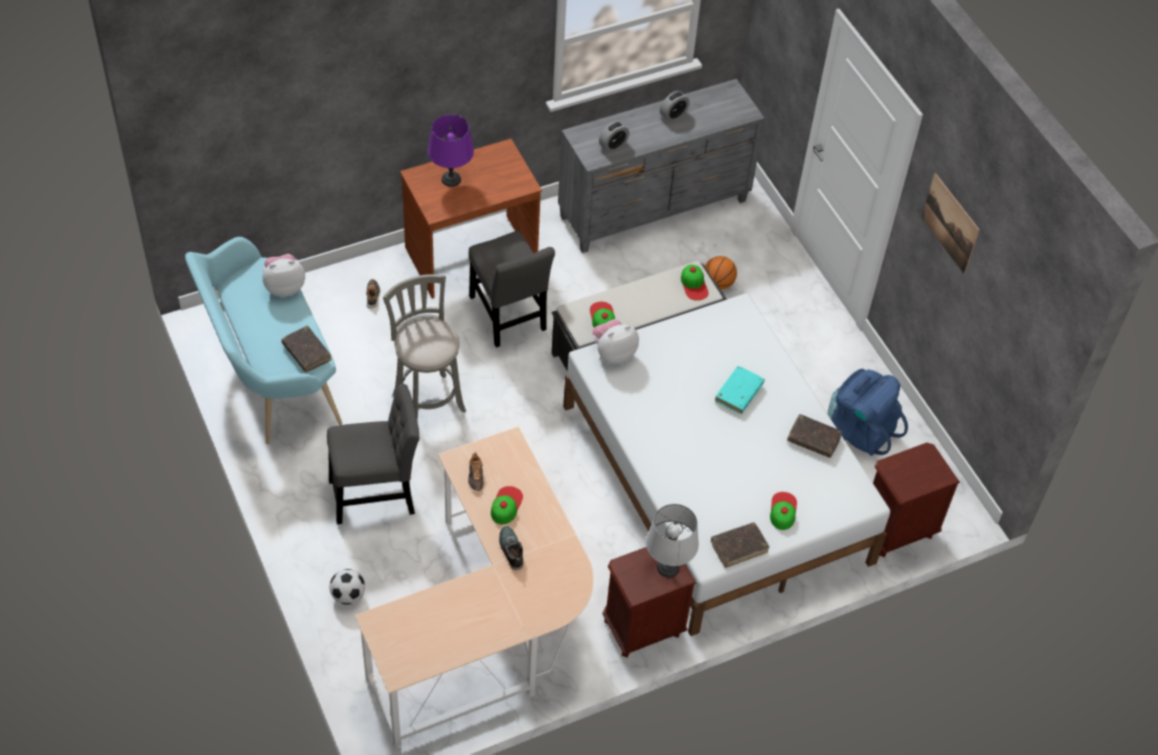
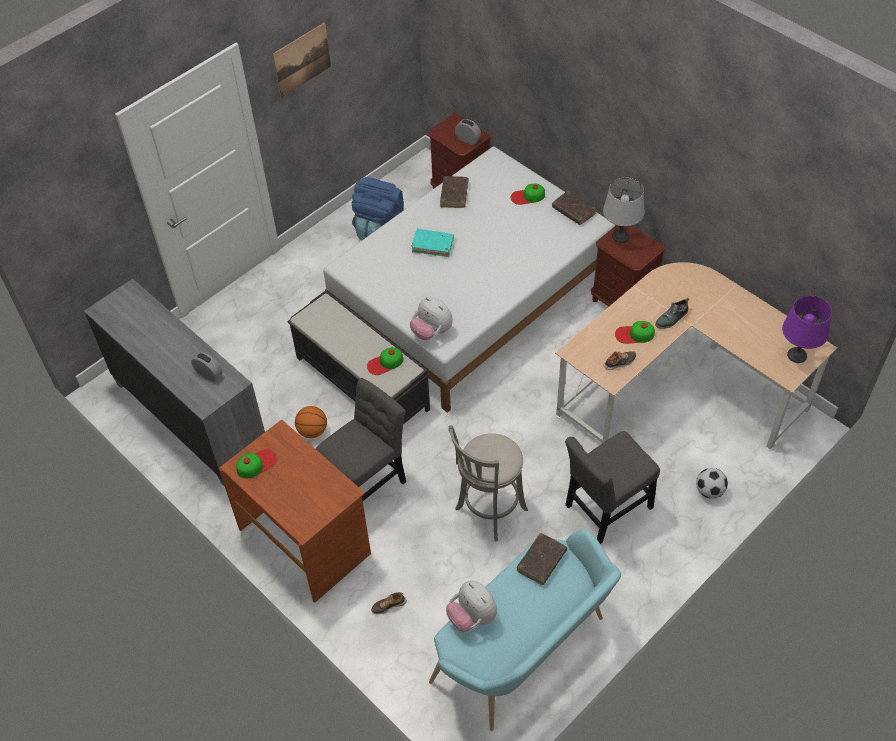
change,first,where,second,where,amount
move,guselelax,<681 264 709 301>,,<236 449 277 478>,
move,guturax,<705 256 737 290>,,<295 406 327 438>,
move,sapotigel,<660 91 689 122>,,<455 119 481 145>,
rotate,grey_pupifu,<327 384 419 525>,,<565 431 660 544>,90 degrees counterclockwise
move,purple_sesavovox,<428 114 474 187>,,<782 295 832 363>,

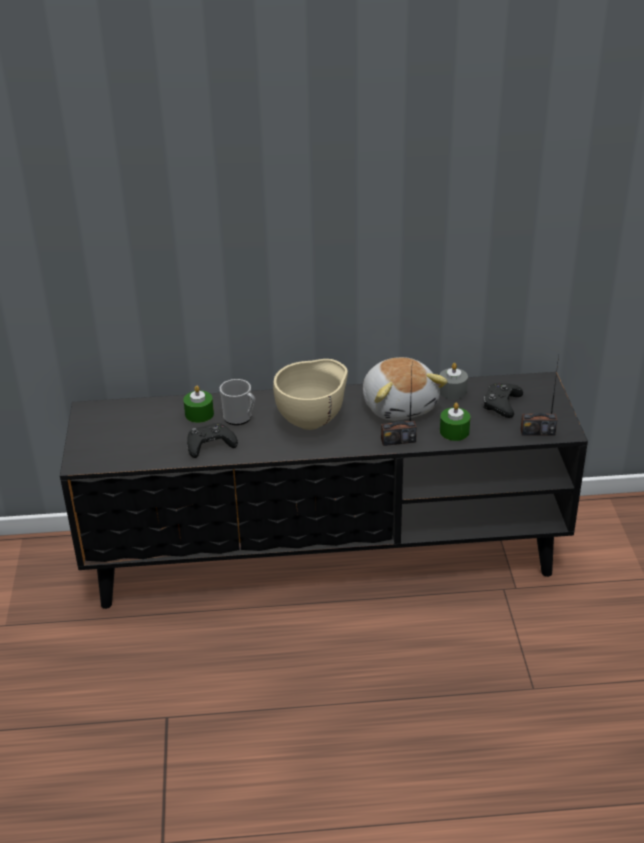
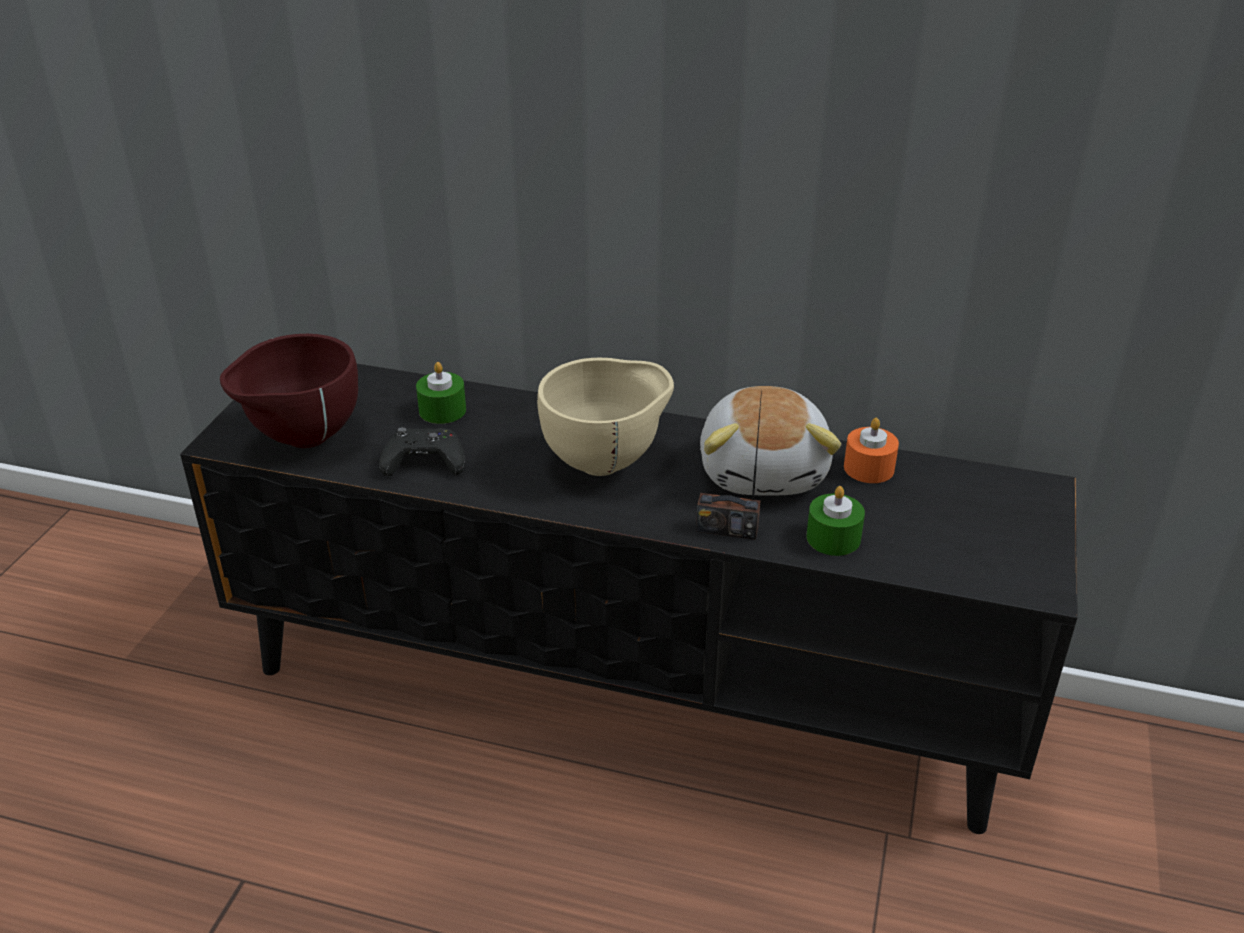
change,first,where,second,where,amount
insert,,,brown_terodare,<220 334 358 448>,
recolor,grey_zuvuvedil,<440 363 468 399>,orange_zuvuvedil,<844 418 899 483>,
delete,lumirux,<220 379 255 425>,,,
delete,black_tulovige,<483 383 523 418>,,,
delete,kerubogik,<521 356 559 436>,,,

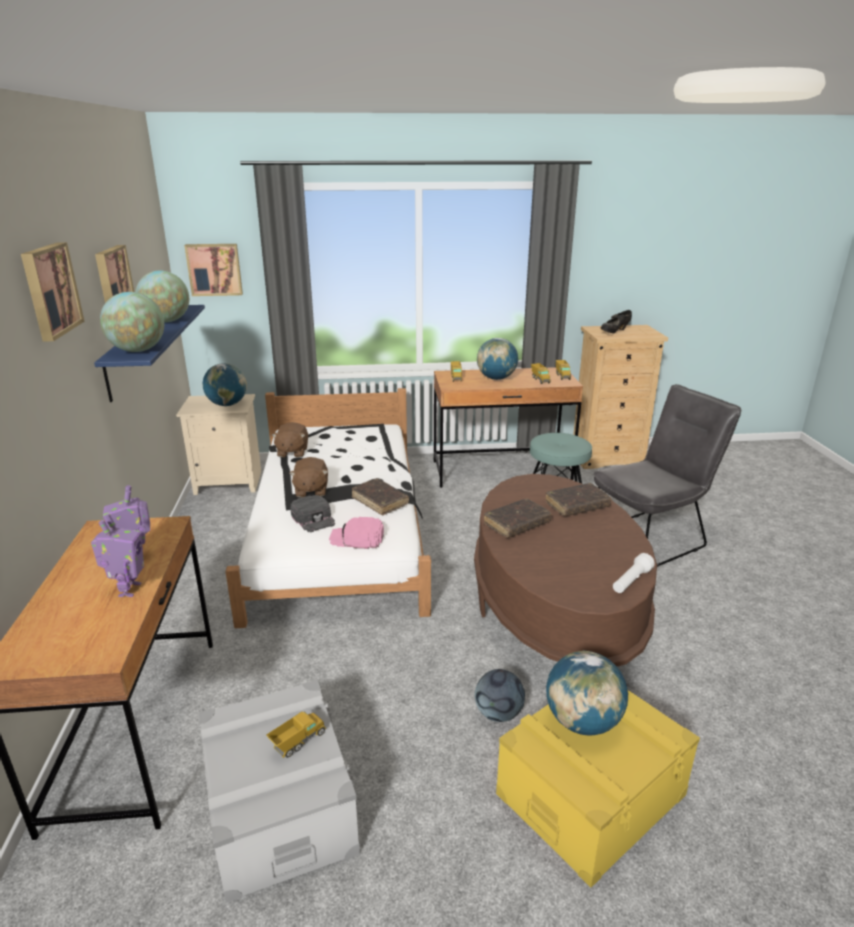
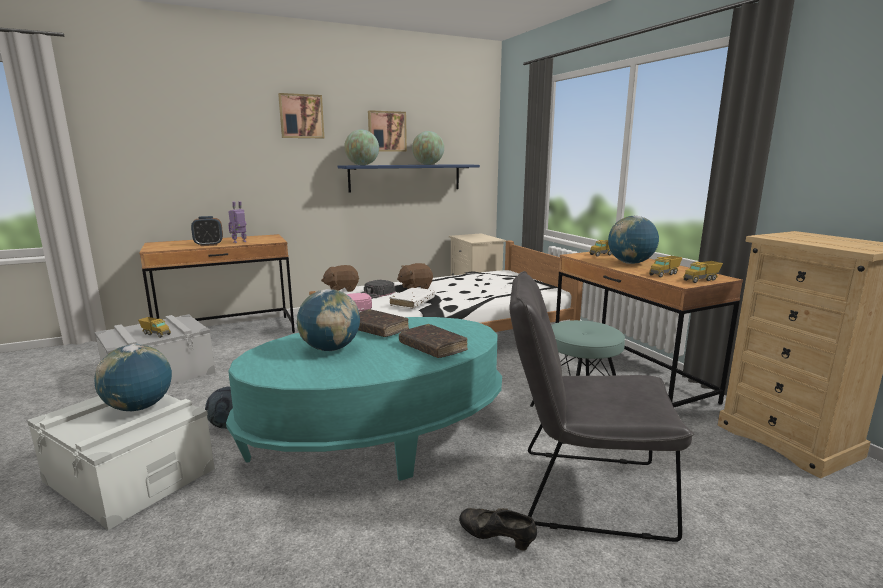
change,first,where,second,where,amount
recolor,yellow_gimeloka,<496 690 700 888>,white_gimeloka,<27 394 215 530>,
replace,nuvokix,<91 514 144 597>,sapotigel,<191 216 223 246>,
recolor,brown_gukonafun,<474 474 657 666>,turquoise_gukonafun,<226 317 502 481>,
move,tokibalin,<203 363 247 406>,,<296 289 360 351>,
move,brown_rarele,<272 422 308 458>,,<321 265 359 292>,
recolor,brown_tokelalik,<352 478 409 515>,white_tokelalik,<390 288 435 309>,
move,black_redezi,<601 310 632 333>,,<459 508 537 551>,
rotate,grey_pupifu,<594 384 742 567>,,<509 271 694 542>,150 degrees clockwise
delete,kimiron,<184 244 243 296>,,,
delete,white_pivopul,<613 553 655 593>,,,

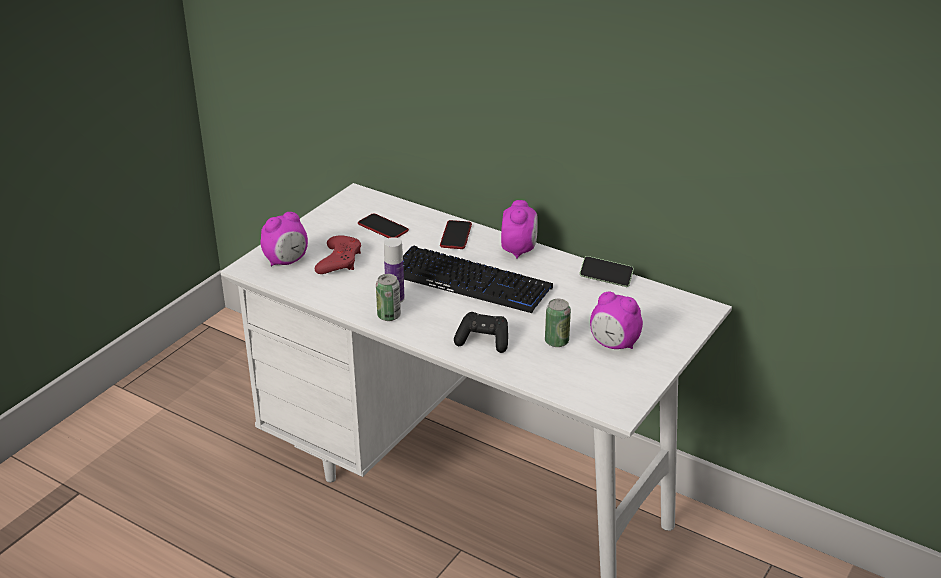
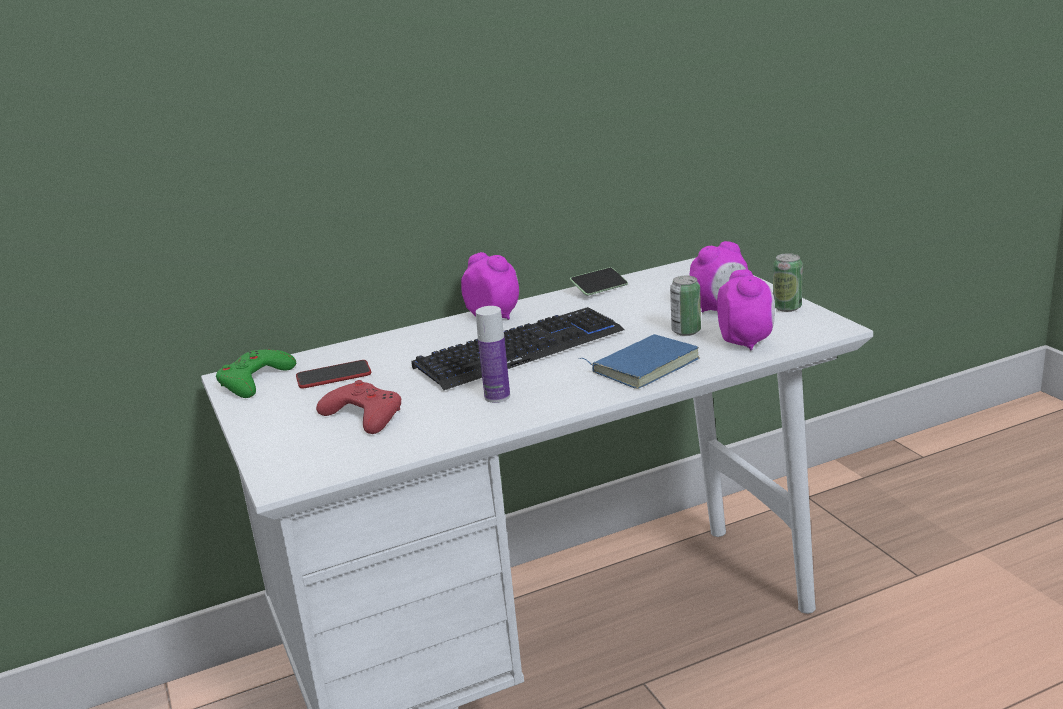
change,first,where,second,where,amount
insert,,,green_tulovige,<216 350 296 398>,
replace,black_tulovige,<454 312 508 353>,blue_tokelalik,<579 334 700 389>,
move,sapotigel,<260 212 308 266>,,<717 269 775 350>,
move,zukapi,<376 274 401 321>,,<773 253 803 312>,
delete,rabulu,<440 220 472 249>,,,

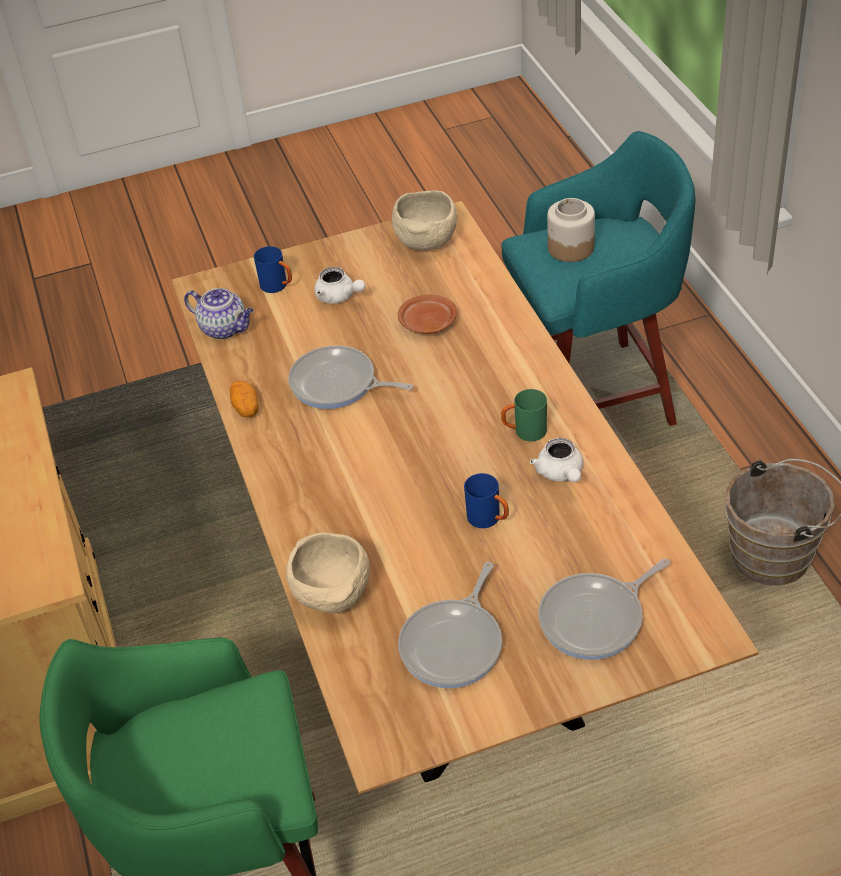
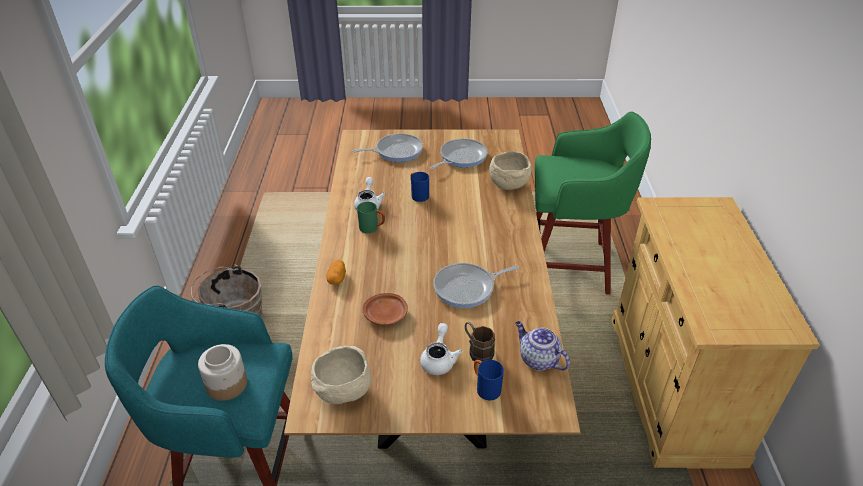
change,first,where,second,where,amount
move,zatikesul,<230 381 259 418>,,<326 260 346 285>,
rotate,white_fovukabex,<314 267 366 304>,,<420 323 462 375>,45 degrees clockwise
rotate,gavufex,<288 346 413 409>,,<433 263 519 308>,120 degrees clockwise
insert,,,brown_lumirux,<465 322 495 362>,

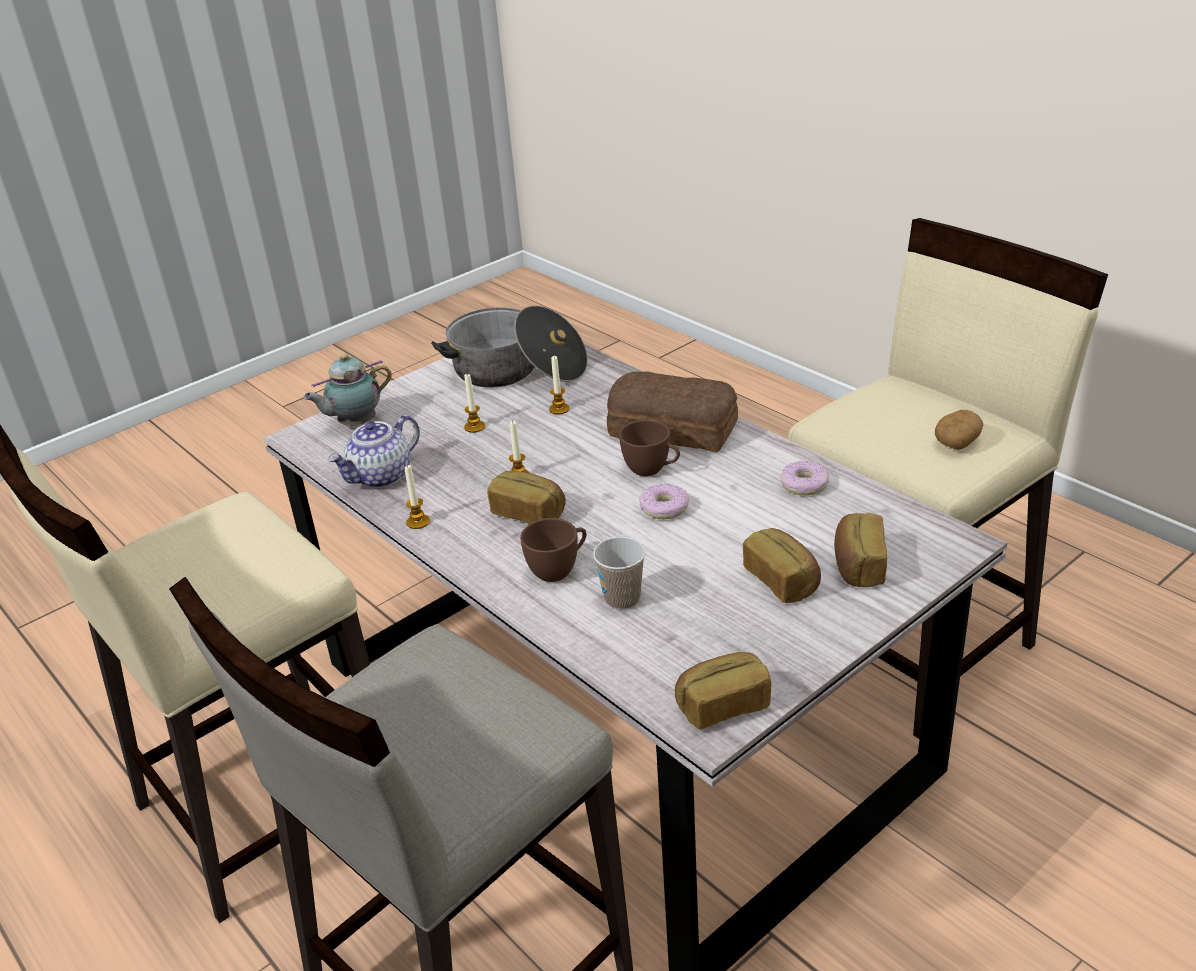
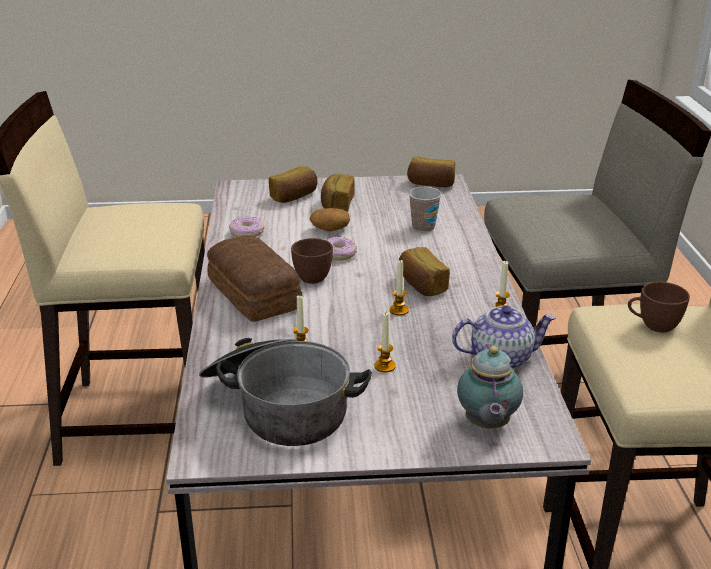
change,first,where,second,where,amount
move,zatikesul,<935 410 983 450>,,<310 208 350 231>,
rotate,fovukabex,<303 353 392 426>,,<457 344 523 429>,90 degrees clockwise
move,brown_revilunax,<520 518 586 582>,,<628 282 690 332>,

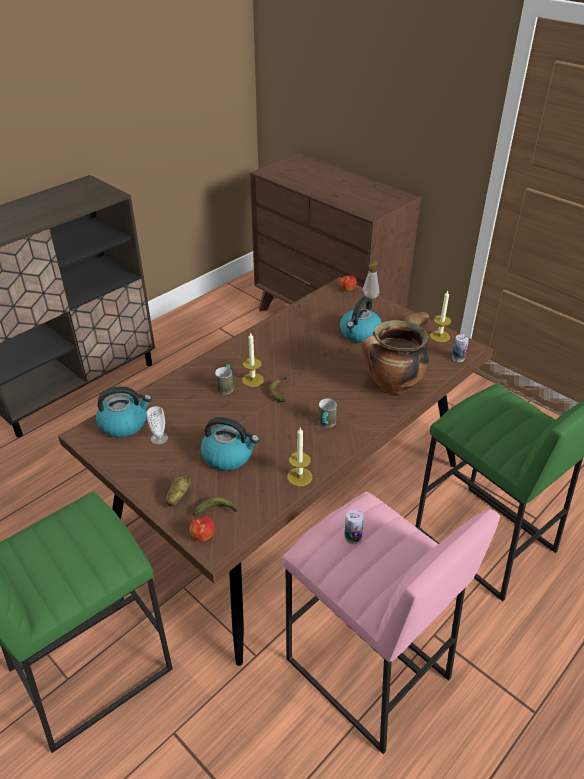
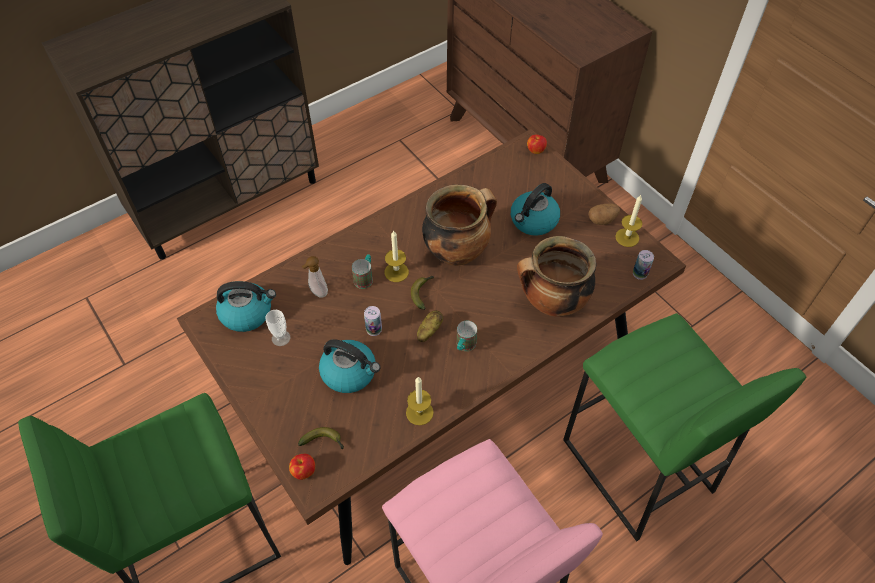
change,first,where,second,where,amount
move,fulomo,<363 260 379 299>,,<302 256 328 298>,
move,zukapi,<344 509 364 544>,,<364 306 382 336>,
move,zatikesul,<166 474 191 507>,,<417 311 443 342>,
insert,,,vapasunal,<422 184 497 266>,

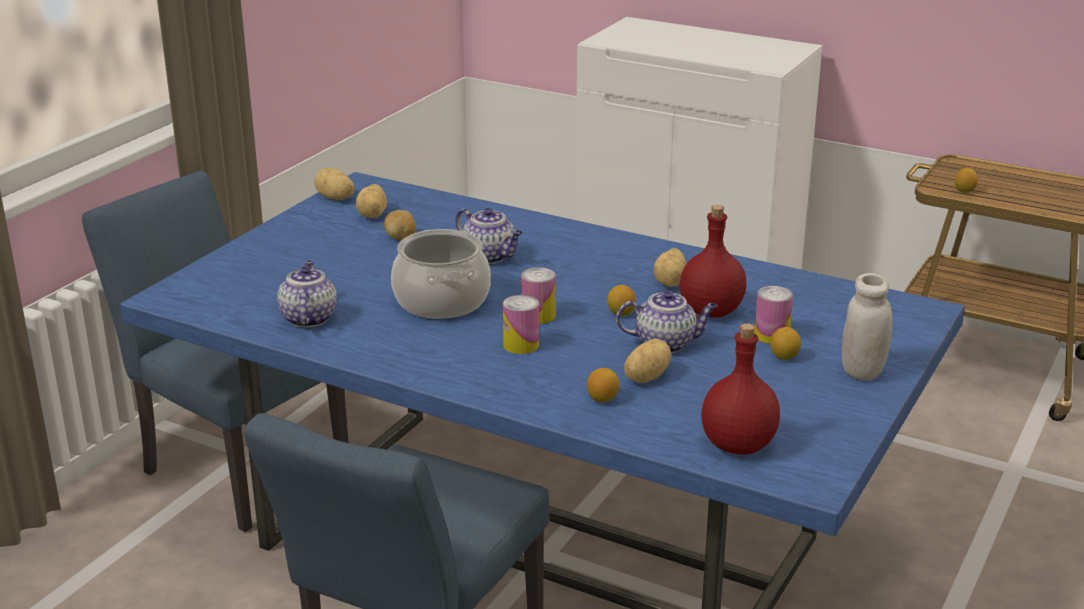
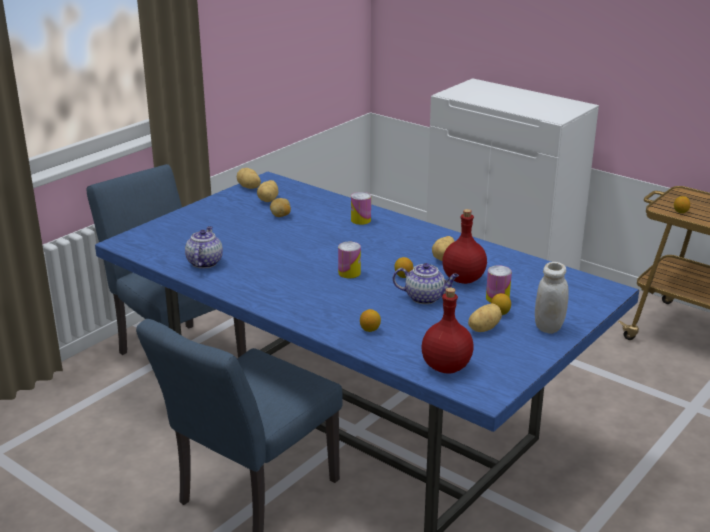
change,first,where,second,where,amount
move,zukapi,<503 295 539 354>,,<351 192 371 225>,
move,zatikesul,<624 339 671 383>,,<468 303 502 332>,
delete,vapasunal,<391 229 491 319>,,,
delete,fovukabex,<456 208 523 264>,,,

